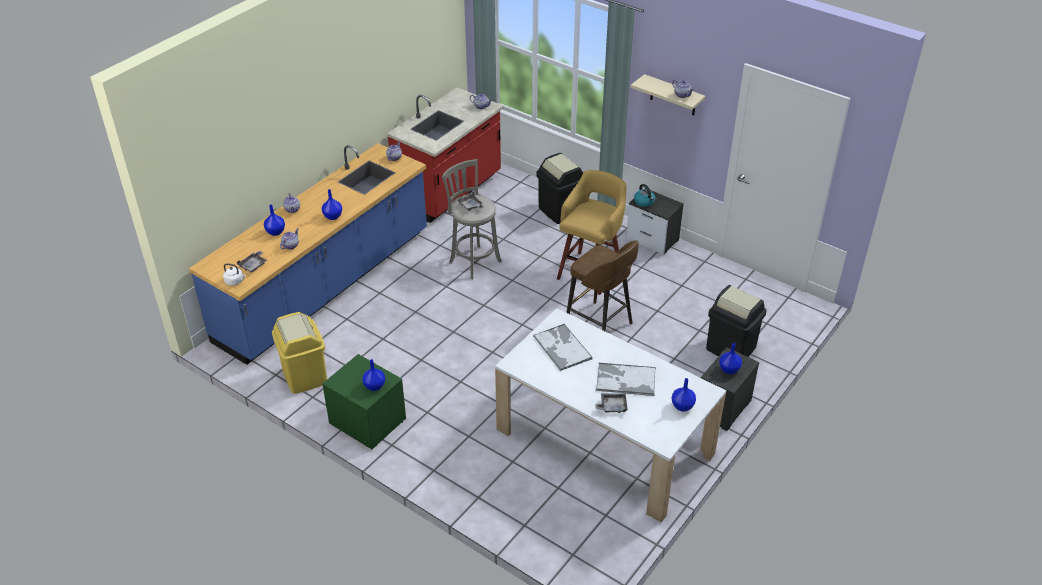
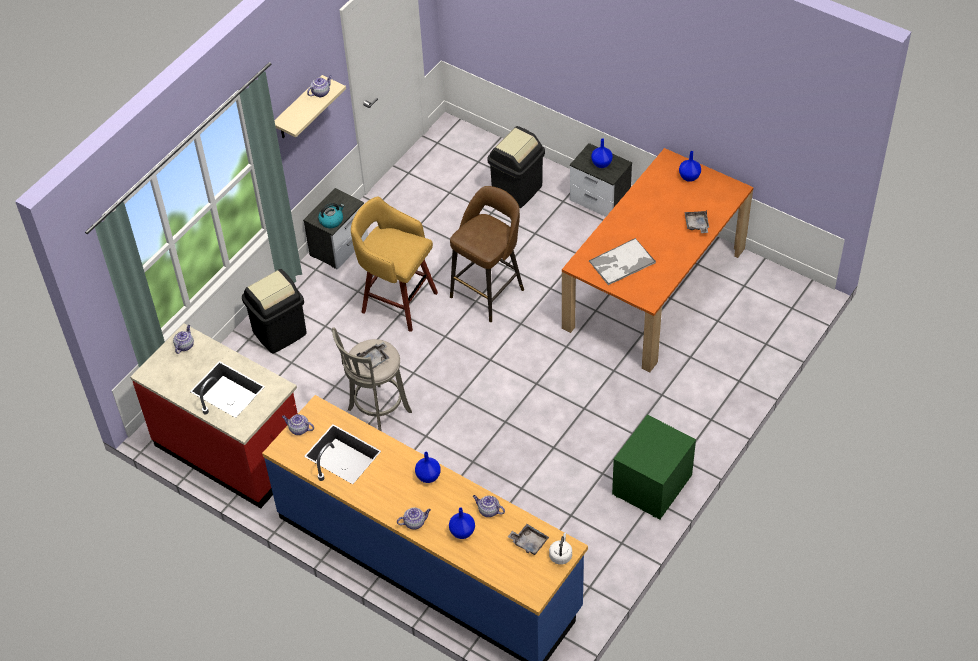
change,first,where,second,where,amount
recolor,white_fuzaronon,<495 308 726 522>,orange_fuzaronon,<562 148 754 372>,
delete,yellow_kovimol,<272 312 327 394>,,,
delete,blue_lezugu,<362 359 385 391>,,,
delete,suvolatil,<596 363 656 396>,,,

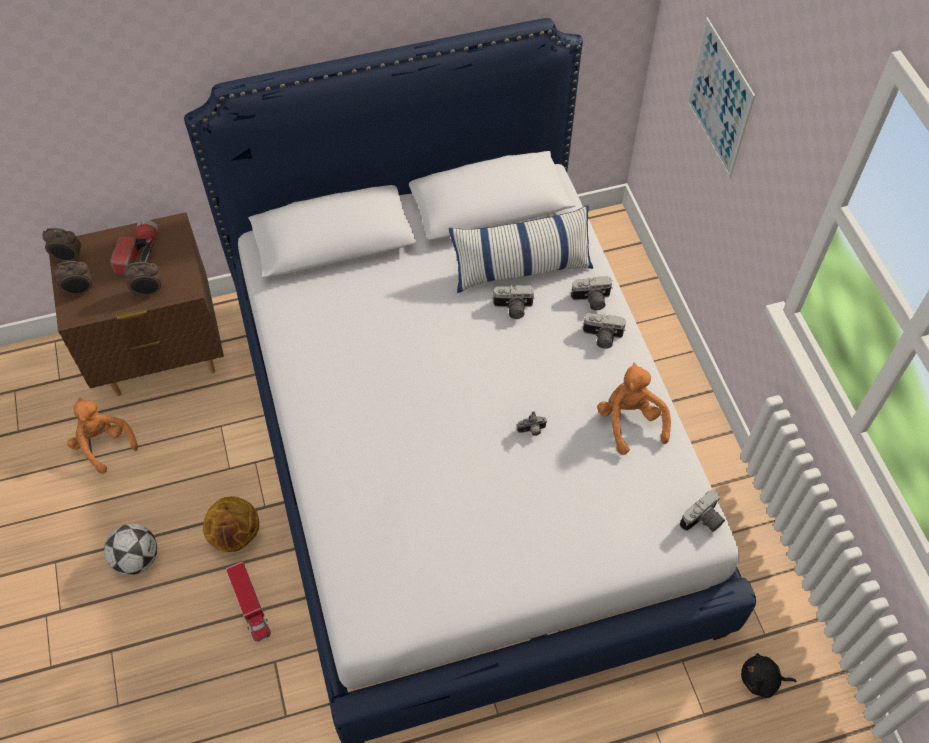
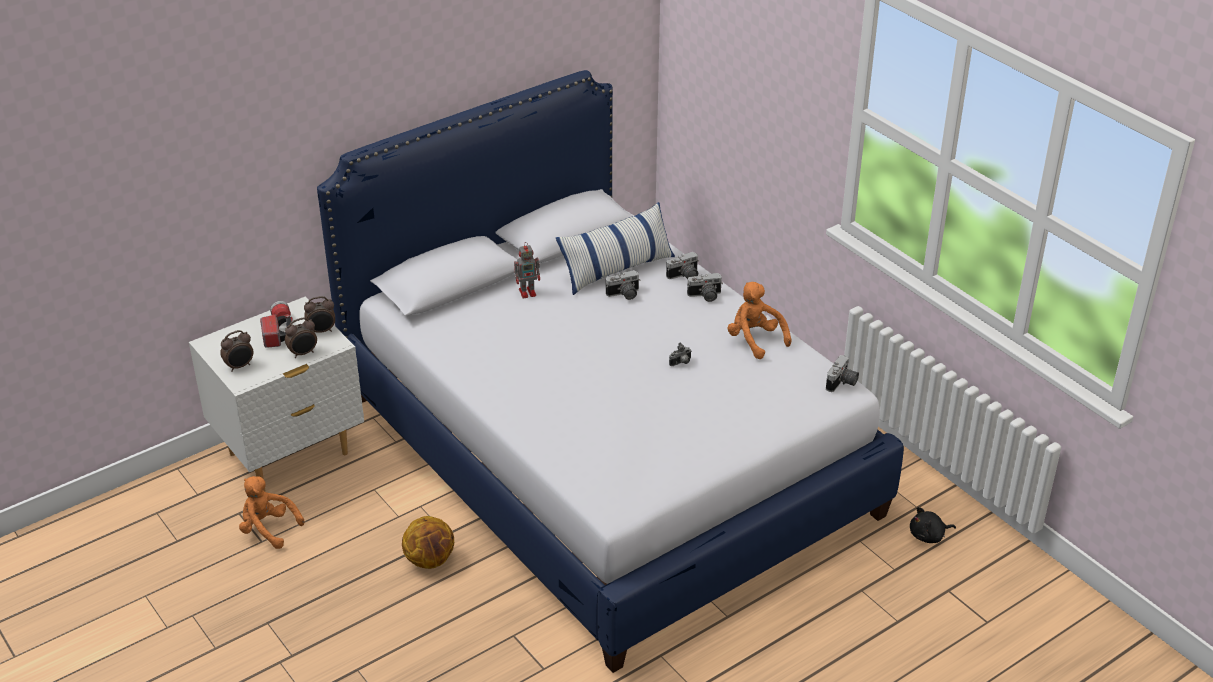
change,first,where,second,where,amount
recolor,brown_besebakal,<49 212 224 396>,white_besebakal,<189 297 364 491>,
move,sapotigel,<42 228 81 262>,,<304 296 335 333>,
insert,,,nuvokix,<514 242 540 298>,
delete,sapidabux,<104 524 157 575>,,,
delete,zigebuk,<226 561 271 642>,,,
delete,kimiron,<687 17 755 178>,,,

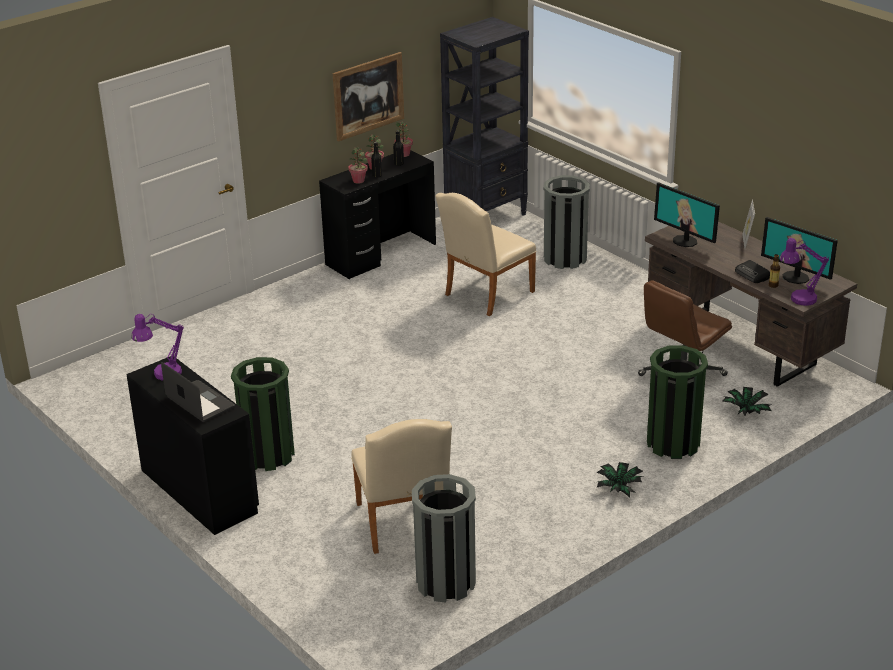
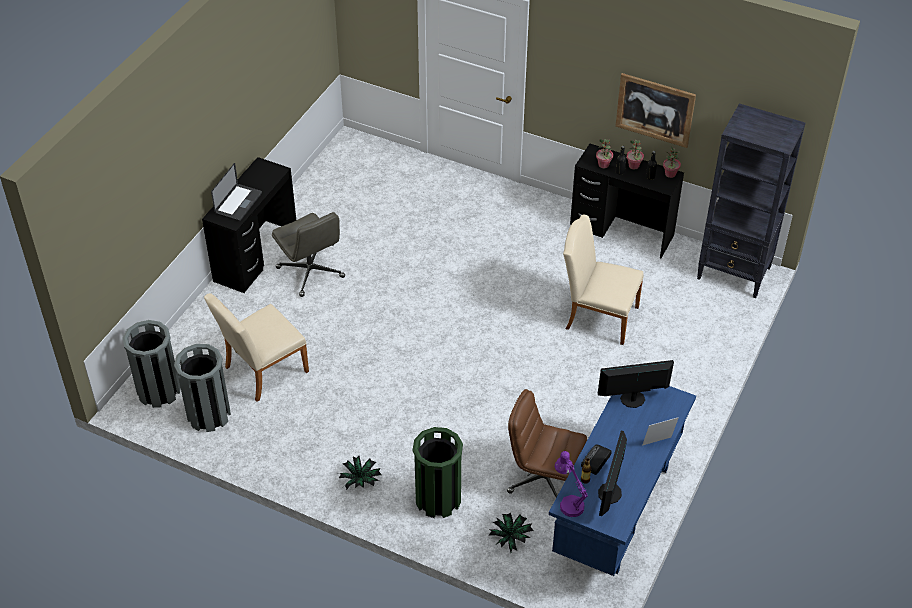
change,first,where,second,where,amount
move,grey_kovimol,<544 175 590 269>,,<123 320 180 408>,
replace,green_kovimol,<231 357 295 471>,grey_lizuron,<272 212 345 297>,
recolor,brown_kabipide,<645 221 857 387>,blue_kabipide,<549 386 696 576>,
rotate,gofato,<654 182 720 247>,,<598 360 674 408>,60 degrees clockwise
delete,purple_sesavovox,<131 314 184 381>,,,

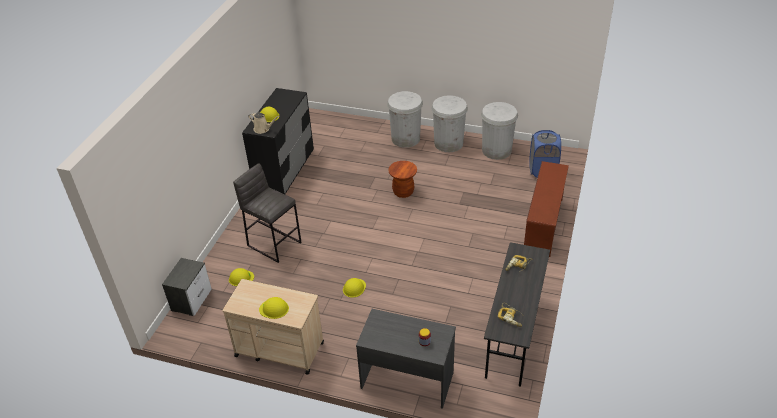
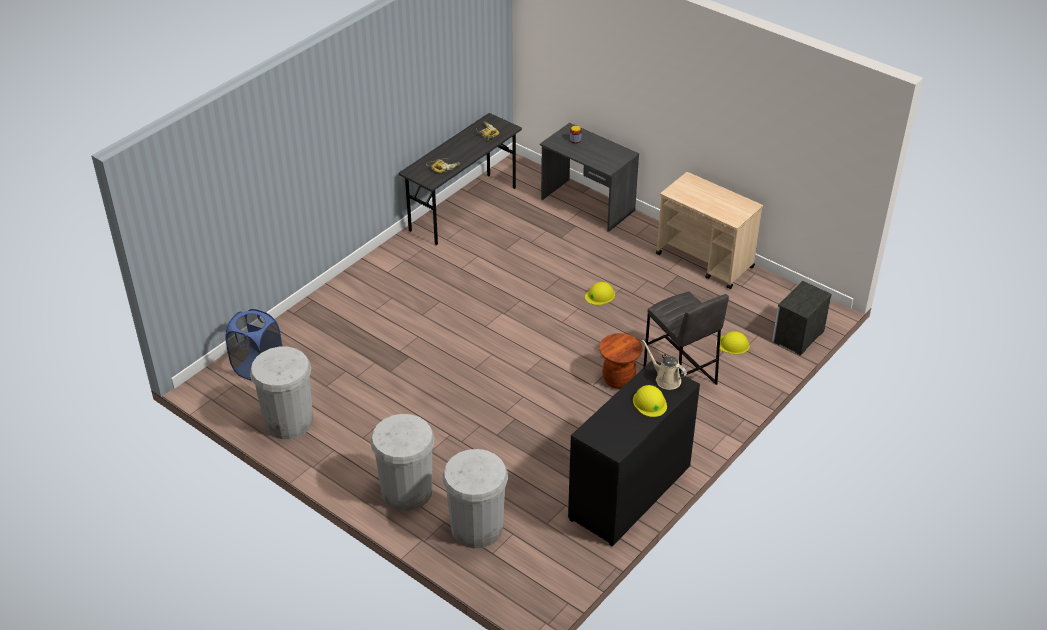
change,first,where,second,where,amount
move,white_kovimol,<431 95 468 152>,,<442 449 508 549>,
move,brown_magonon,<388 161 417 198>,,<599 333 642 389>,
delete,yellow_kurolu,<259 297 289 319>,,,
delete,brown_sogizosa,<524 161 569 257>,,,

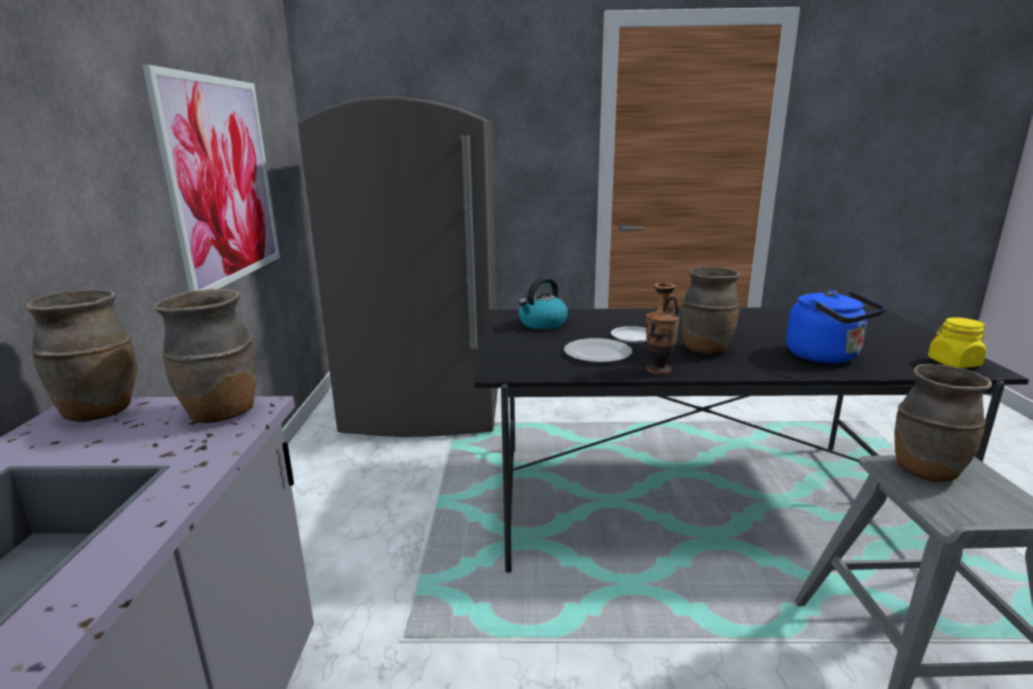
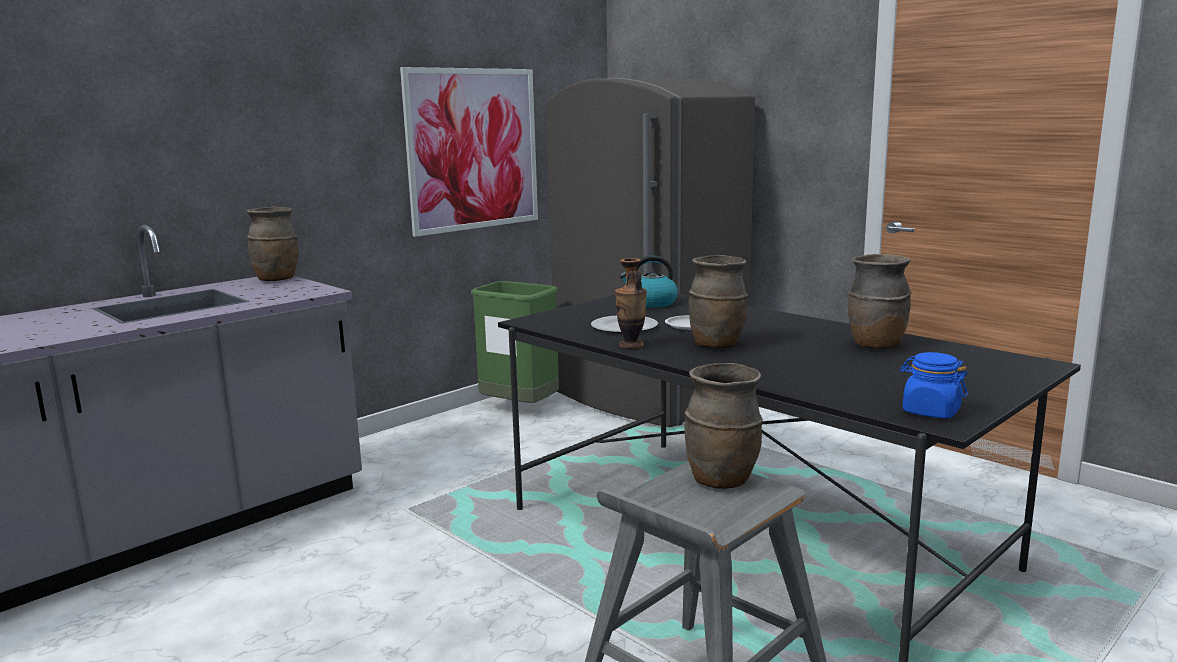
change,first,where,second,where,amount
insert,,,green_kovimol,<471 281 559 403>,
move,brown_lezugu,<153 289 257 423>,,<848 254 912 349>,
recolor,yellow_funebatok,<928 317 986 368>,blue_funebatok,<900 352 968 419>,
delete,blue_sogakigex,<786 290 886 363>,,,

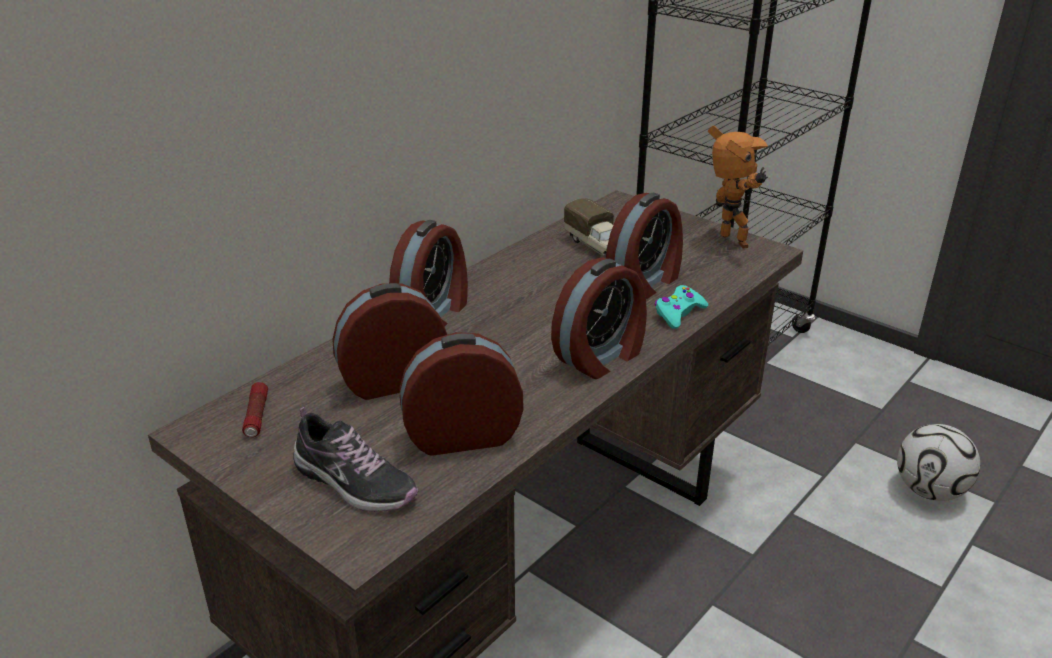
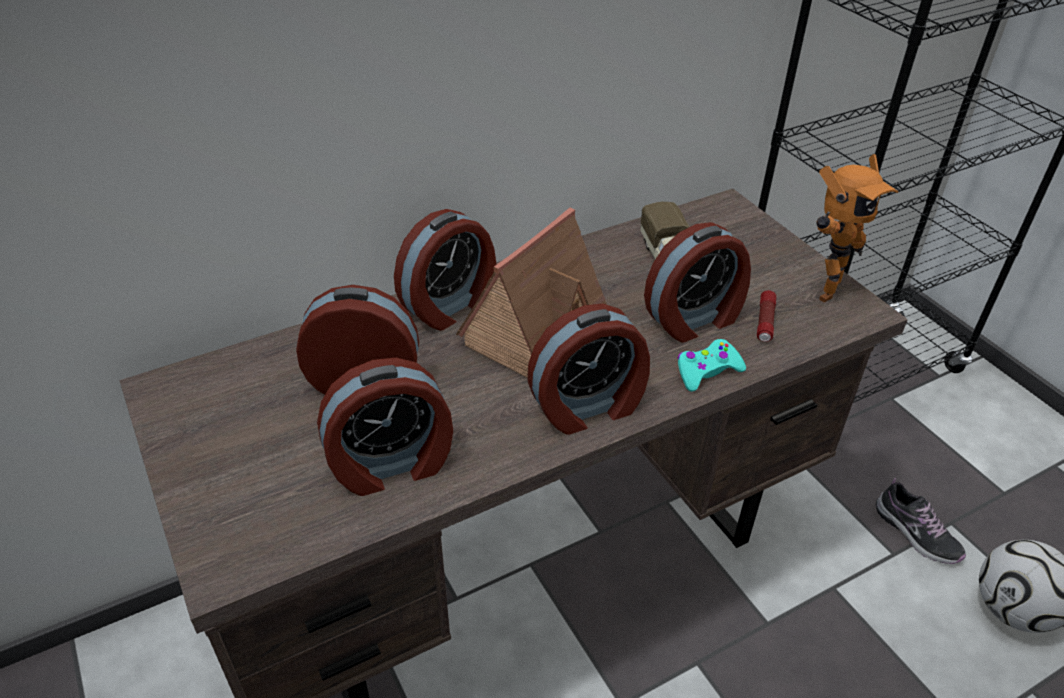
change,first,where,second,where,amount
rotate,sapotigel,<400 332 524 455>,,<317 358 453 496>,150 degrees clockwise
insert,,,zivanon,<456 208 607 378>,
move,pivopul,<242 382 268 437>,,<757 290 776 342>,
rotate,nuvokix,<708 126 768 249>,,<816 154 898 303>,45 degrees clockwise
move,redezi,<293 407 418 512>,,<876 478 966 564>,

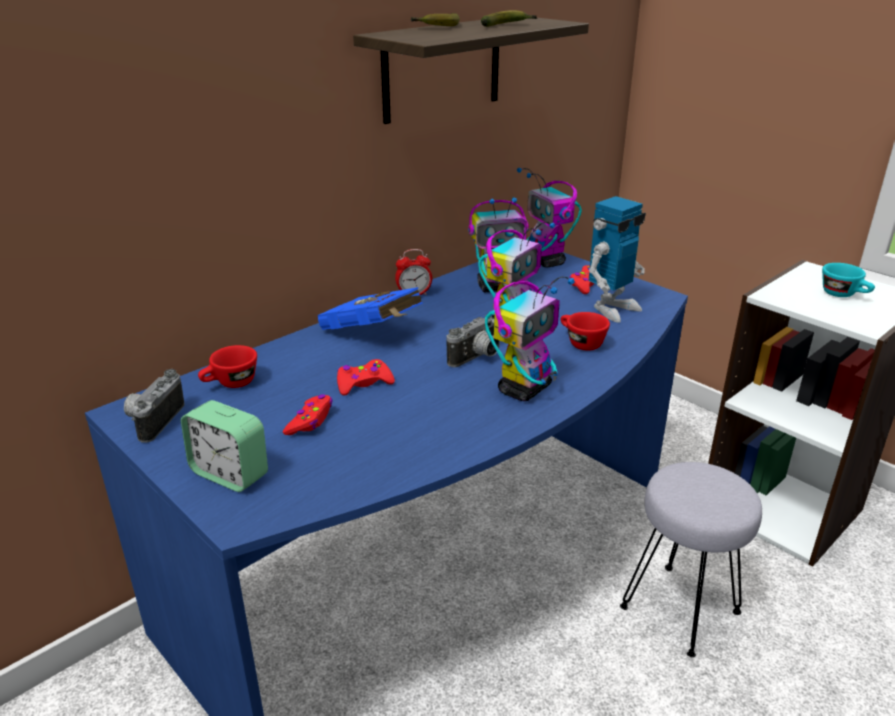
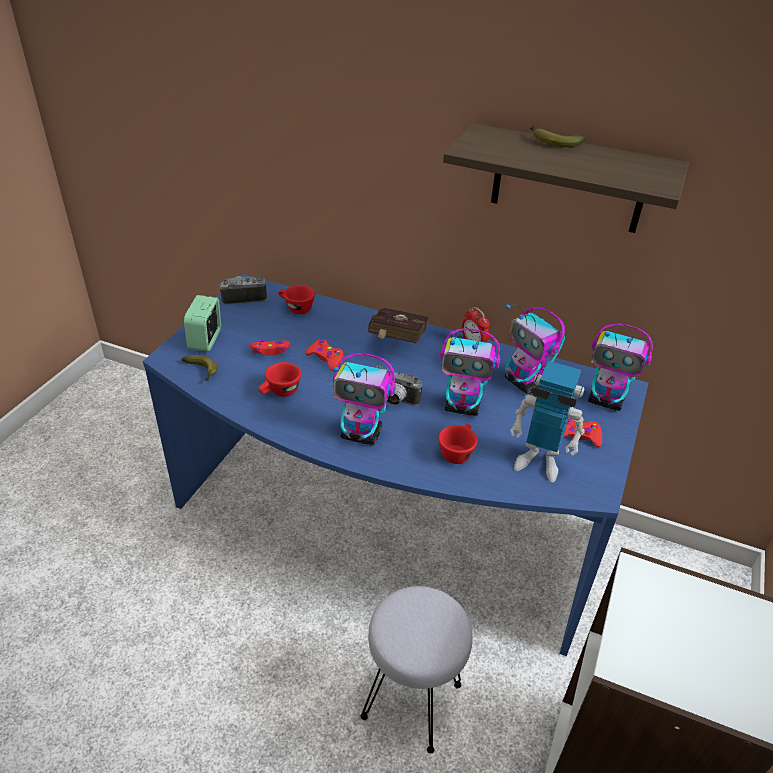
change,first,where,second,where,amount
move,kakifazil,<481 10 538 27>,,<181 355 218 381>,
insert,,,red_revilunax,<258 362 301 397>,
recolor,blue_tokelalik,<318 287 423 330>,red_tokelalik,<368 308 428 343>,
rotate,nuvokix,<517 168 582 267>,,<588 324 653 411>,105 degrees counterclockwise
delete,turquoise_revilunax,<822 263 875 297>,,,

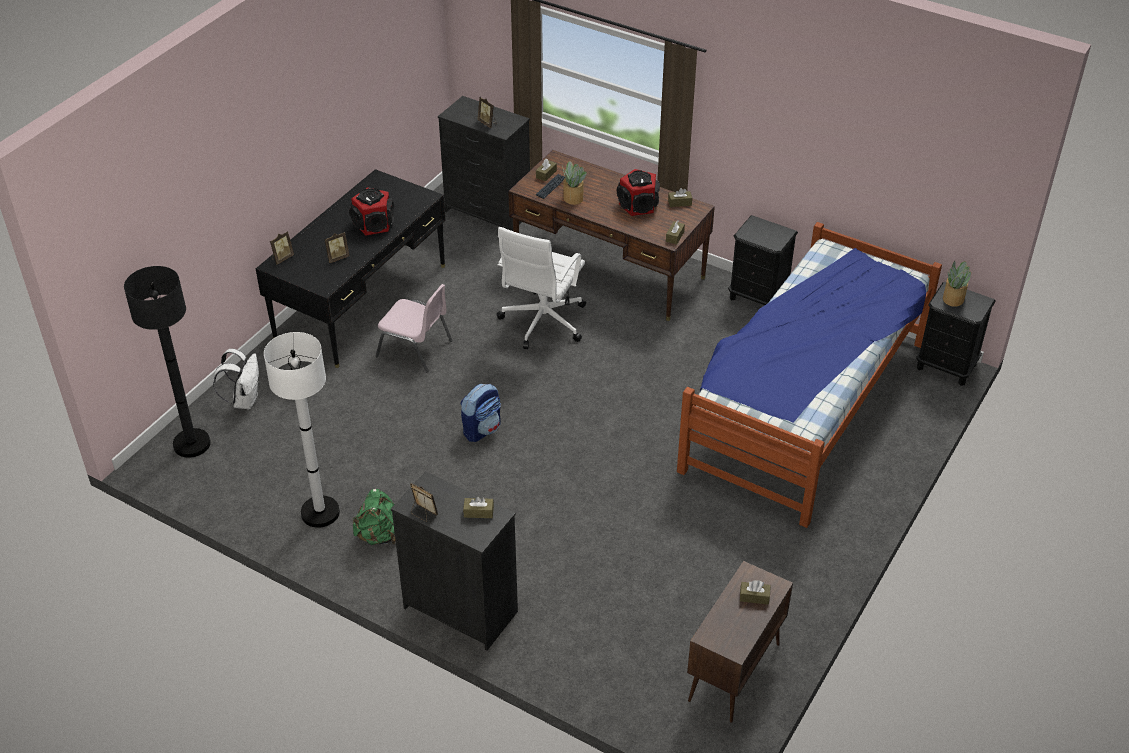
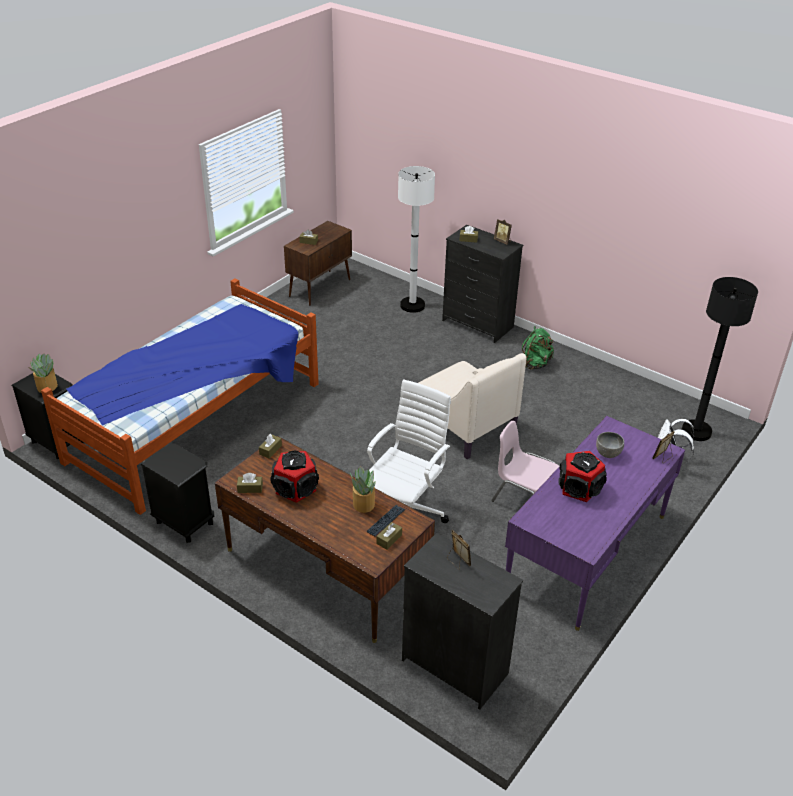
change,first,where,second,where,amount
move,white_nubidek,<264 332 340 528>,,<398 166 435 313>,
replace,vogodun,<460 384 501 442>,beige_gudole,<419 353 527 459>,
recolor,black_kabipide,<256 169 445 368>,purple_kabipide,<505 416 685 631>,
replace,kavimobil,<324 232 350 263>,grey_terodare,<596 432 624 458>,

